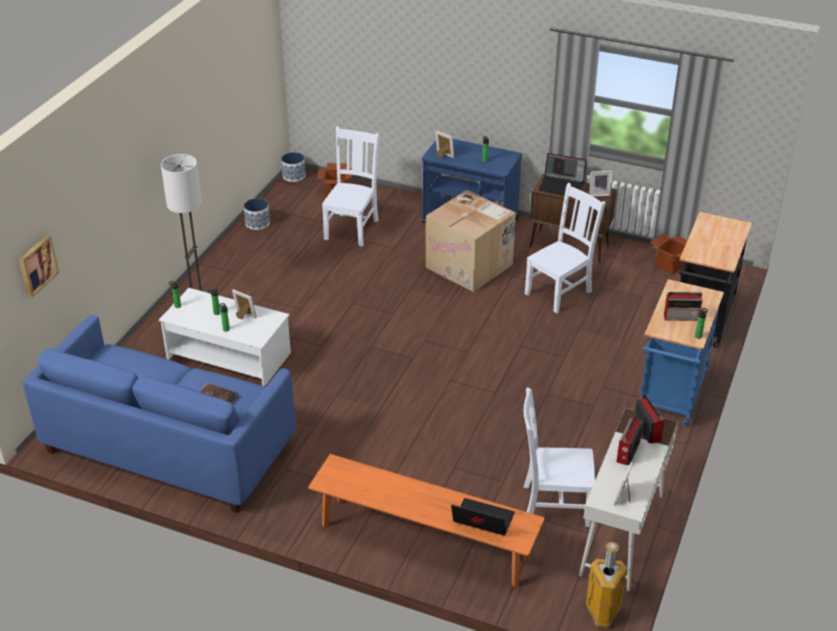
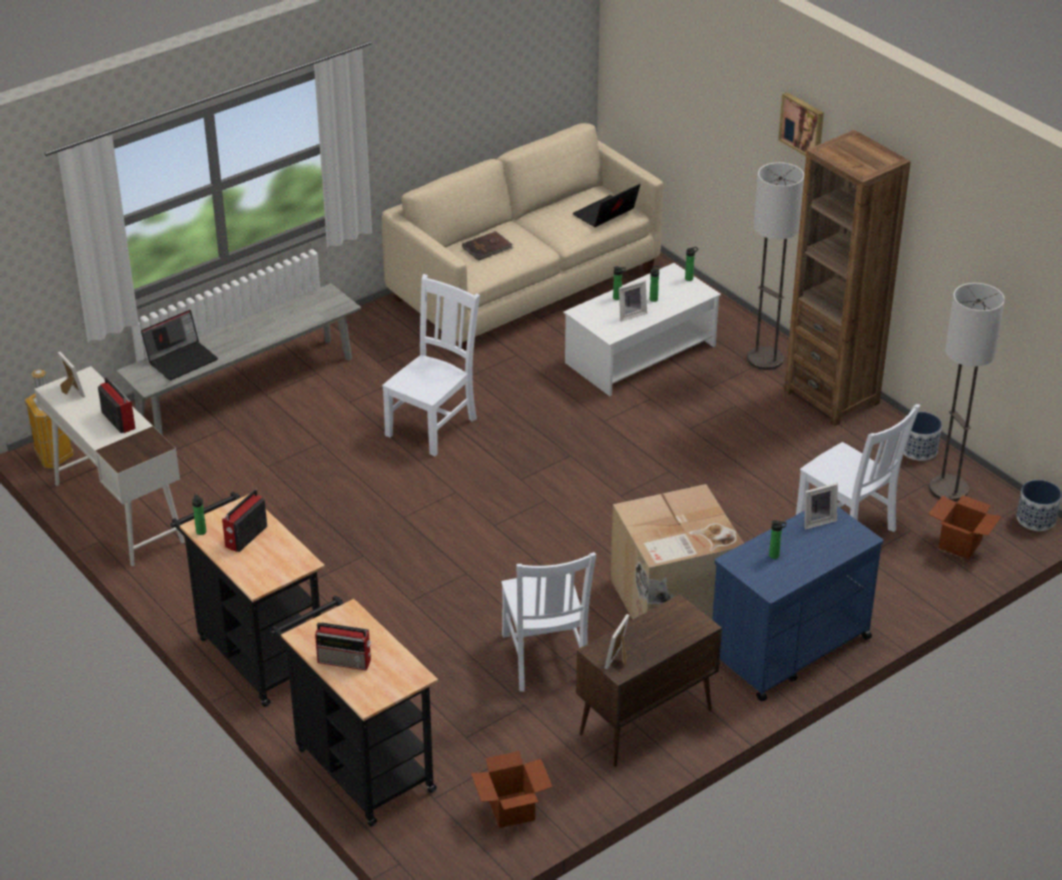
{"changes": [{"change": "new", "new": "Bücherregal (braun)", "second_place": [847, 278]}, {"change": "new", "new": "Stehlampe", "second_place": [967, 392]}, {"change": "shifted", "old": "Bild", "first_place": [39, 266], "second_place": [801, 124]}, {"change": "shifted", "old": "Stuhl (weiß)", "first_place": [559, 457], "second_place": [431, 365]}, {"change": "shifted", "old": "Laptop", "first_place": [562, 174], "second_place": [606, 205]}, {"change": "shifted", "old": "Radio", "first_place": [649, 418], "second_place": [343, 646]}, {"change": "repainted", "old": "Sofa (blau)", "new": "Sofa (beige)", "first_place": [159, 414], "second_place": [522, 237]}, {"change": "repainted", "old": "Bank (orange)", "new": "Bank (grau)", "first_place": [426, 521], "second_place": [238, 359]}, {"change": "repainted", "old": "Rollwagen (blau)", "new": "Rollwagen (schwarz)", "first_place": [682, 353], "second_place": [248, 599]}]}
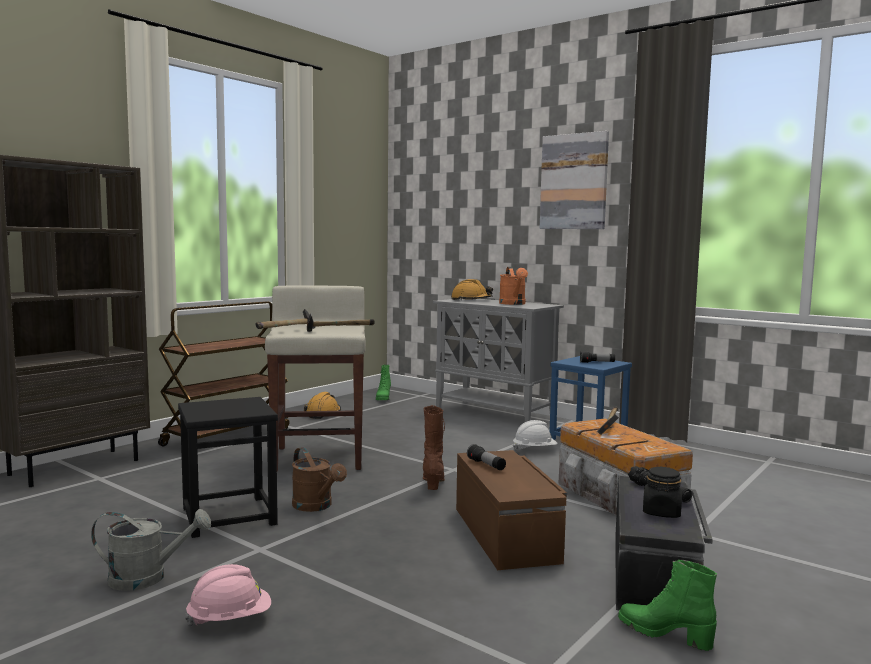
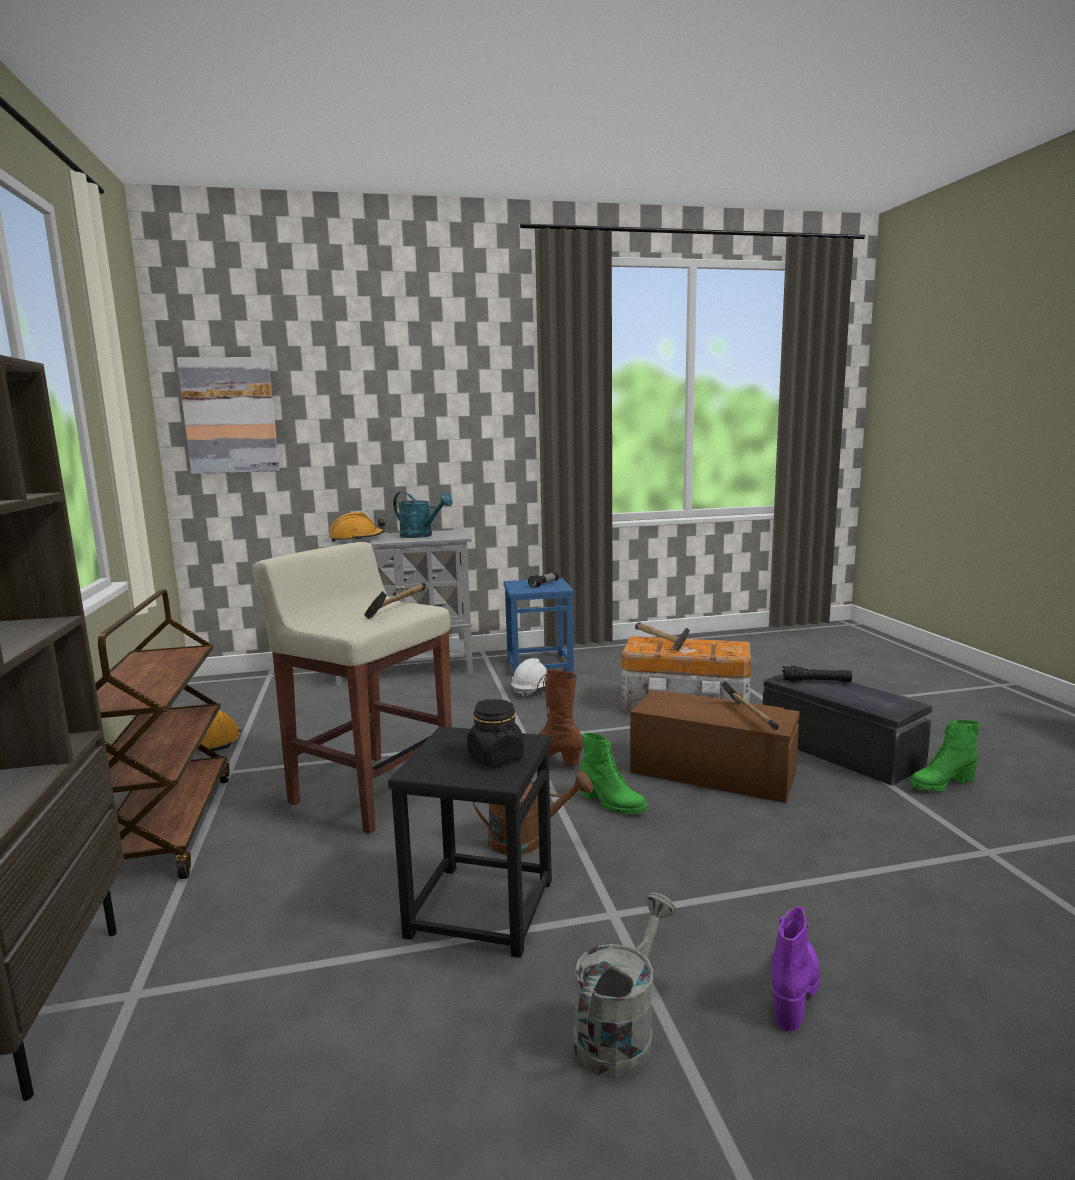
{"changes": [{"change": "gone", "old": "Taschenlampe", "first_place": [486, 457]}, {"change": "shifted", "old": "Hammer", "first_place": [285, 319], "second_place": [750, 705]}, {"change": "shifted", "old": "Stiefel (grün)", "first_place": [383, 382], "second_place": [613, 773]}, {"change": "shifted", "old": "Bild", "first_place": [574, 180], "second_place": [228, 415]}, {"change": "shifted", "old": "Vorratsglas (schwarz)", "first_place": [662, 492], "second_place": [495, 732]}, {"change": "swapped", "old": "Schutzhelm (rosa)", "new": "Stiefel (lila)", "first_place": [228, 595], "second_place": [795, 969]}, {"change": "repainted", "old": "Gießkanne (orange)", "new": "Gießkanne (türkis)", "first_place": [513, 286], "second_place": [423, 515]}]}
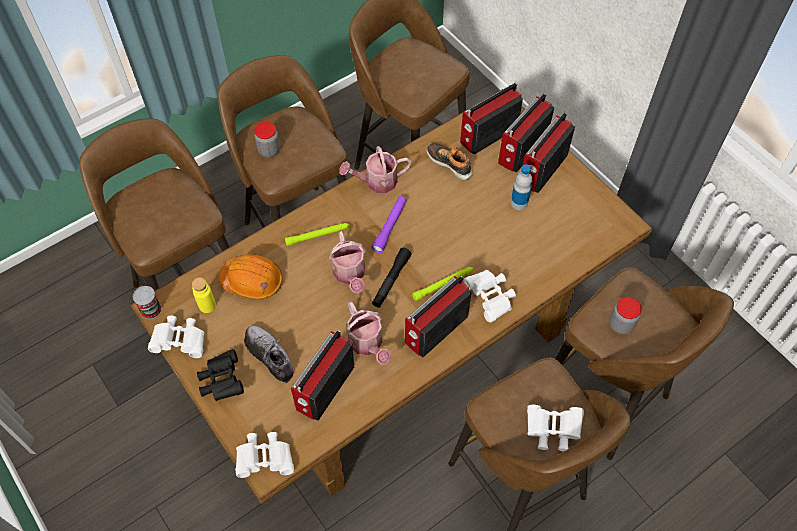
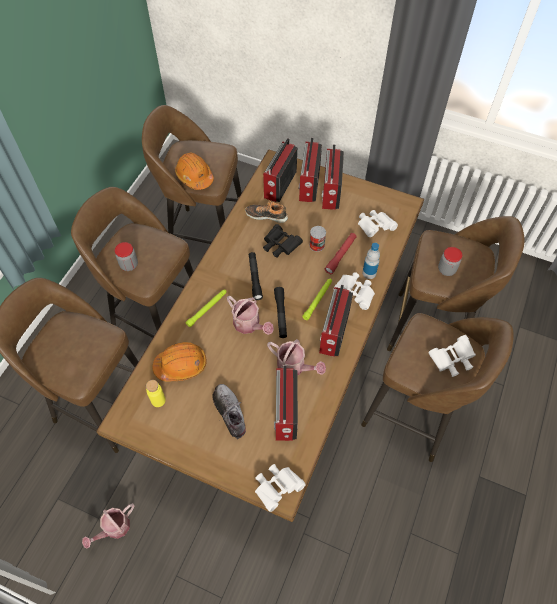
{"changes": [{"change": "new", "new": "Schutzhelm (orange)", "second_place": [194, 171]}, {"change": "new", "new": "Taschenlampe (rot)", "second_place": [340, 253]}, {"change": "shifted", "old": "Dose", "first_place": [147, 302], "second_place": [317, 239]}, {"change": "shifted", "old": "Fernglas (weiß)", "first_place": [176, 337], "second_place": [378, 223]}, {"change": "shifted", "old": "Fernglas (schwarz)", "first_place": [220, 375], "second_place": [283, 241]}, {"change": "shifted", "old": "Gießkanne", "first_place": [375, 169], "second_place": [108, 526]}, {"change": "shifted", "old": "Flasche", "first_place": [521, 187], "second_place": [371, 261]}, {"change": "repainted", "old": "Taschenlampe (lila)", "new": "Taschenlampe (schwarz)", "first_place": [389, 224], "second_place": [256, 276]}, {"change": "rotated", "old": "Schuh", "first_place": [269, 354], "second_place": [229, 412], "degrees": 45}]}
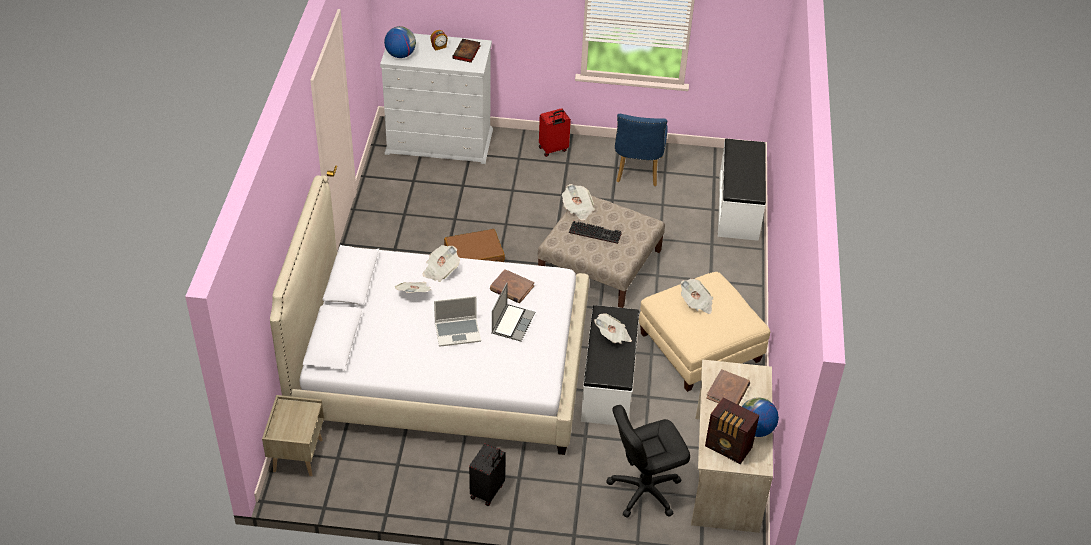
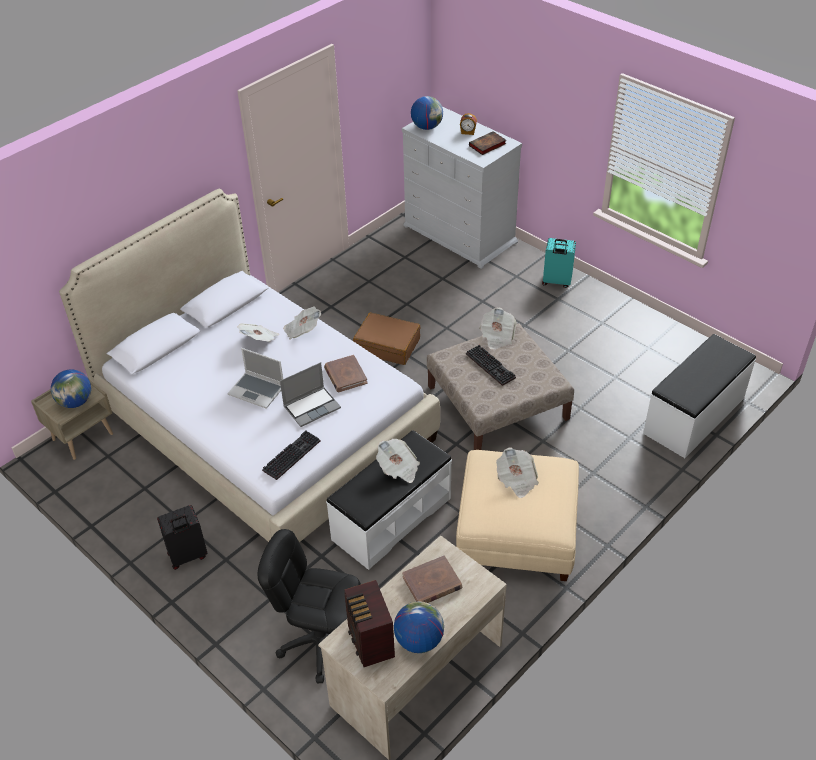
{"changes": [{"change": "gone", "old": "Stuhl (blau)", "first_place": [641, 150]}, {"change": "new", "new": "Globus", "second_place": [71, 388]}, {"change": "new", "new": "Tastatur", "second_place": [291, 455]}, {"change": "repainted", "old": "Koffer (rot)", "new": "Koffer (türkis)", "first_place": [555, 132], "second_place": [559, 263]}]}
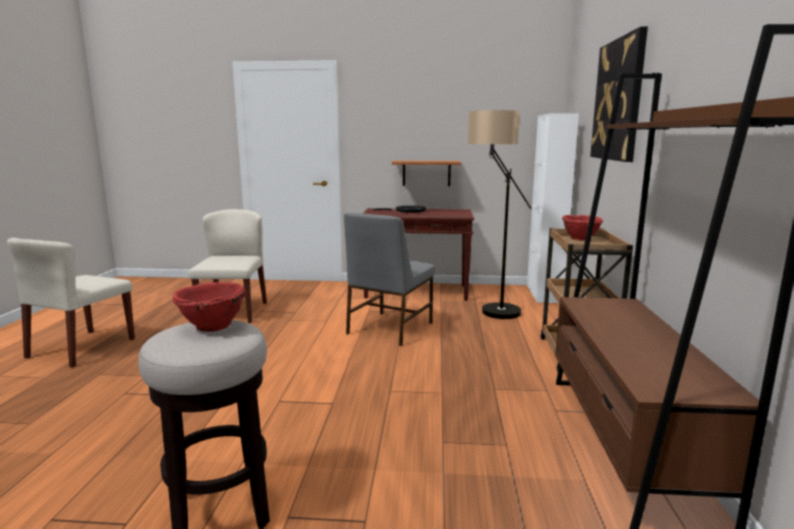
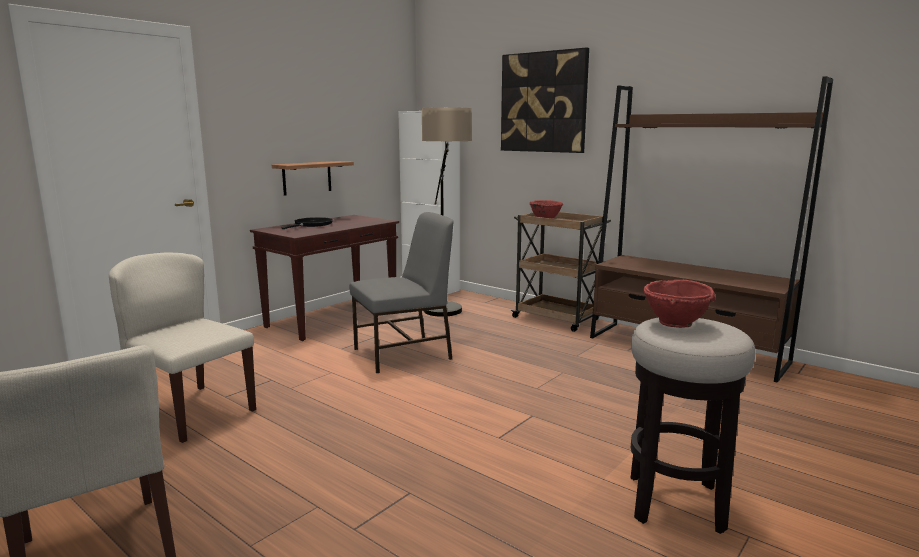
{"changes": [{"change": "rotated", "old": "Stuhl (grau)", "first_place": [389, 279], "second_place": [401, 292], "degrees": -90}]}
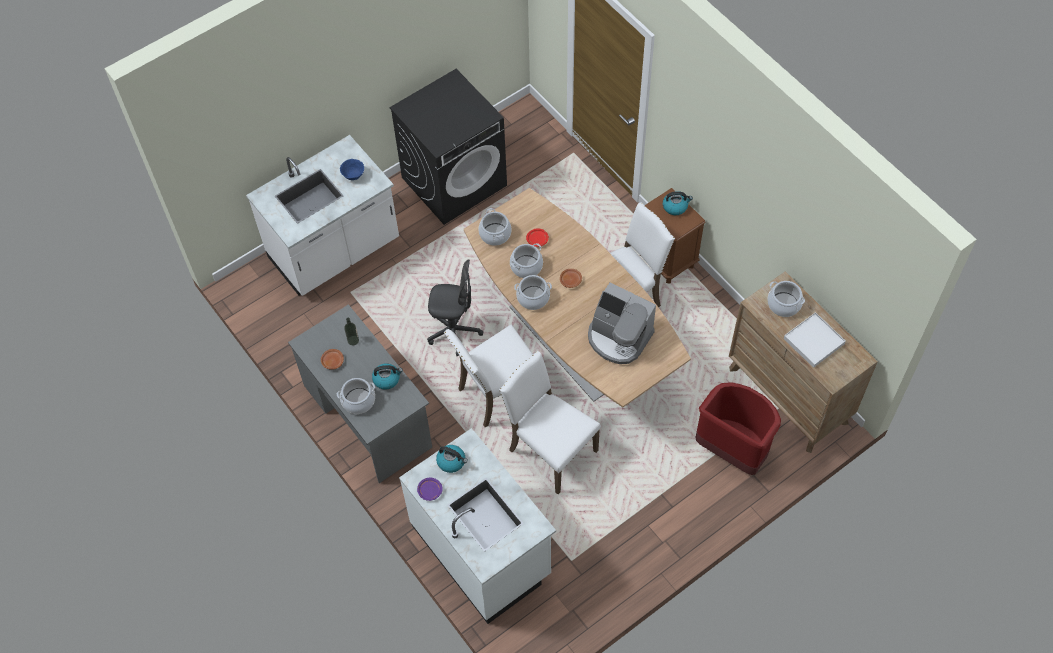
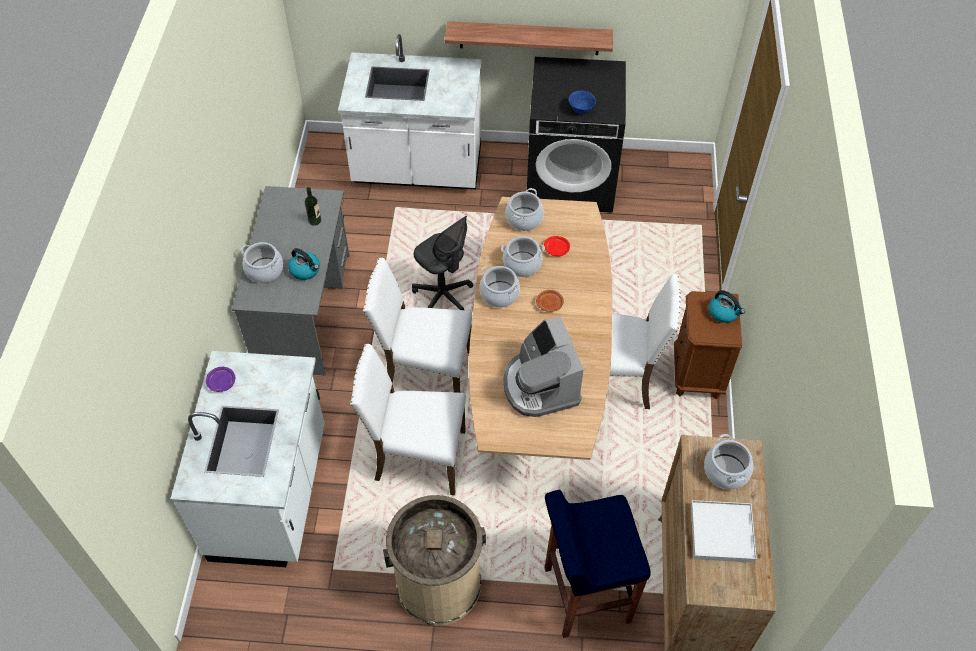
{"changes": [{"change": "gone", "old": "Teller (braun)", "first_place": [332, 359]}, {"change": "gone", "old": "Wasserkessel", "first_place": [452, 459]}, {"change": "new", "new": "Mülleimer (beige)", "second_place": [434, 560]}, {"change": "new", "new": "Wandregal", "second_place": [529, 38]}, {"change": "shifted", "old": "Schüssel (blau)", "first_place": [352, 169], "second_place": [582, 102]}, {"change": "swapped", "old": "Mülleimer (rot)", "new": "Hocker (blau)", "first_place": [738, 428], "second_place": [598, 564]}, {"change": "rotated", "old": "Stuhl (weiß)", "first_place": [550, 422], "second_place": [408, 419], "degrees": -75}]}
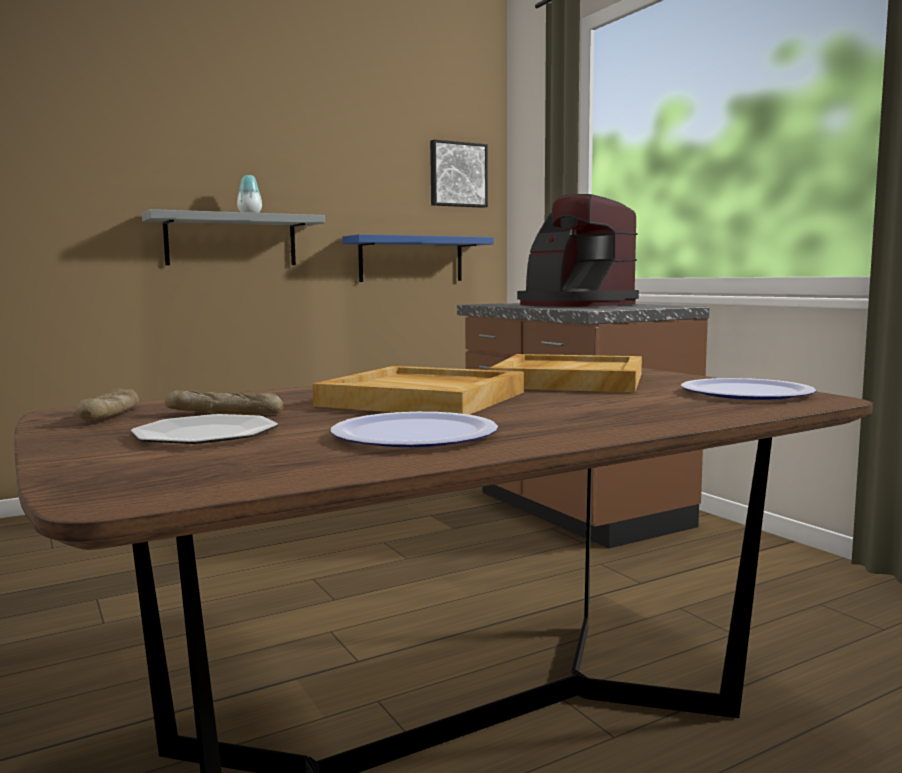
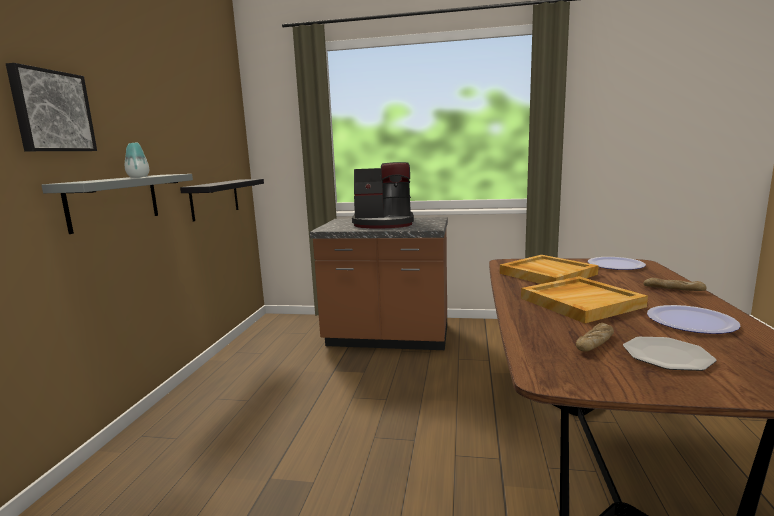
{"changes": [{"change": "shifted", "old": "Brot", "first_place": [107, 404], "second_place": [675, 284]}, {"change": "shifted", "old": "Bild", "first_place": [459, 174], "second_place": [51, 107]}, {"change": "repainted", "old": "Wandregal (blau)", "new": "Wandregal (schwarz)", "first_place": [418, 258], "second_place": [222, 200]}]}
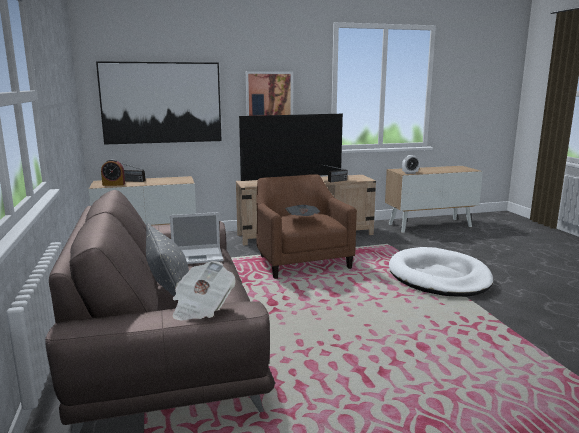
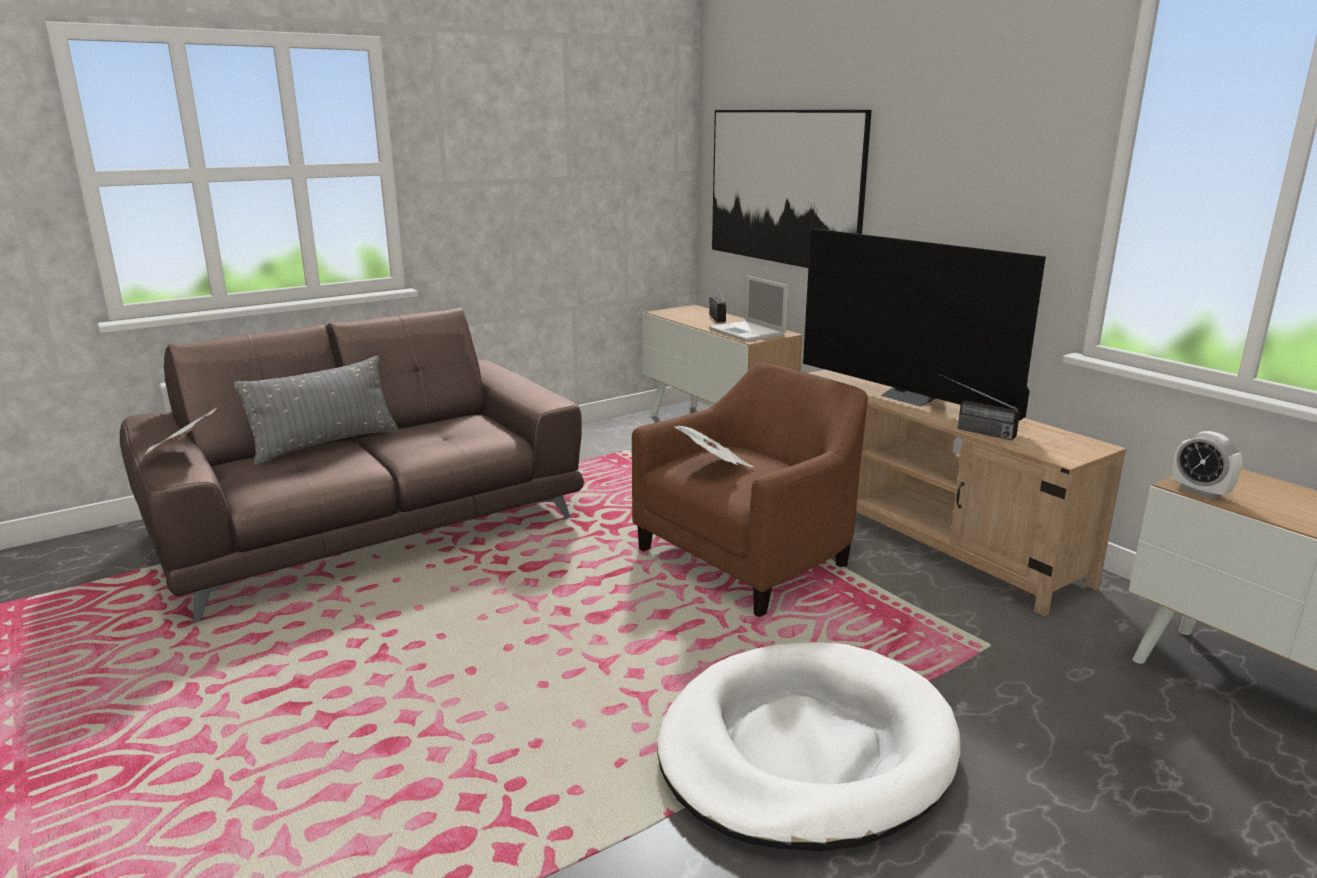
{"changes": [{"change": "gone", "old": "Wecker", "first_place": [113, 172]}, {"change": "gone", "old": "Bild", "first_place": [269, 93]}, {"change": "shifted", "old": "Laptop", "first_place": [196, 238], "second_place": [748, 308]}]}
